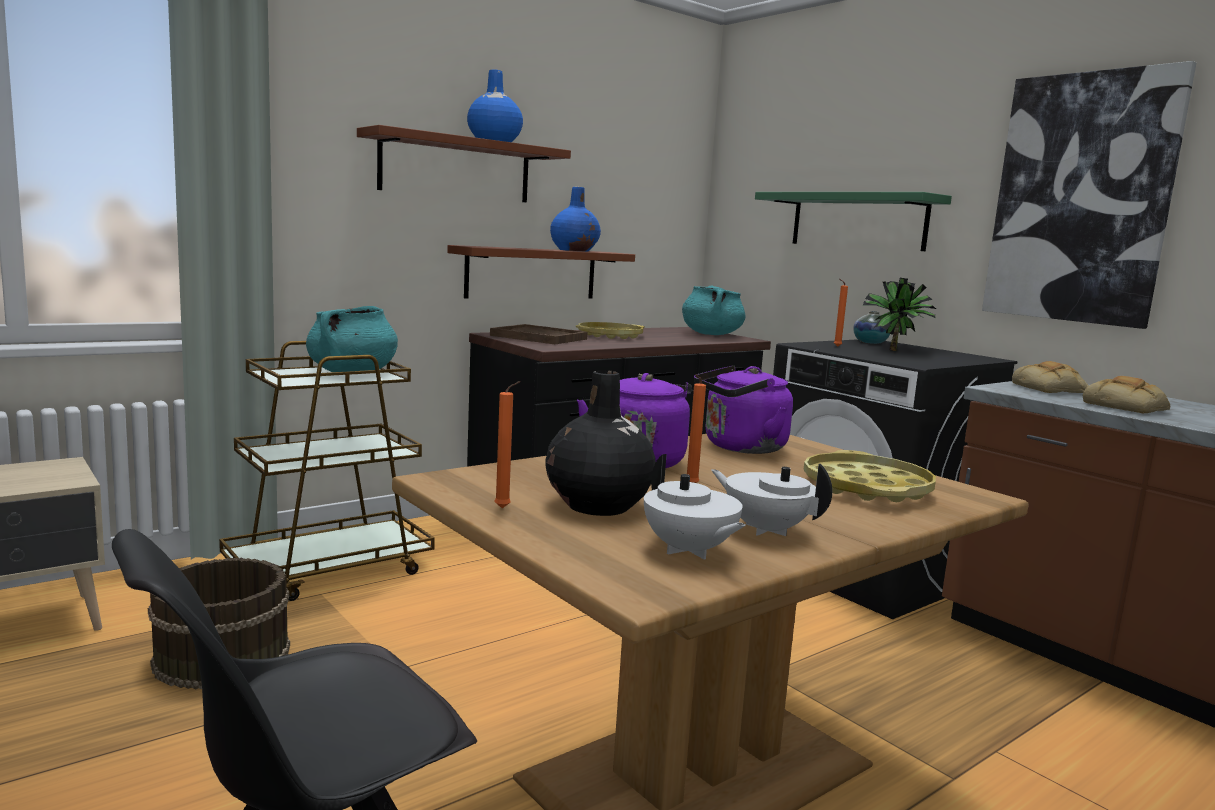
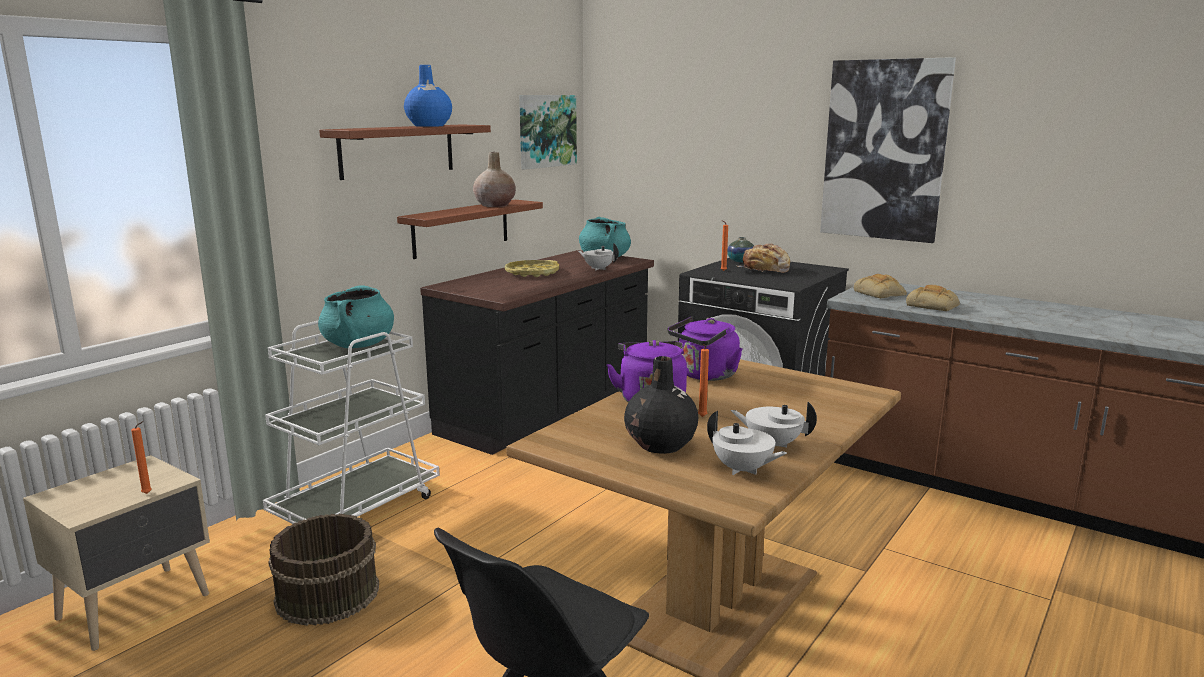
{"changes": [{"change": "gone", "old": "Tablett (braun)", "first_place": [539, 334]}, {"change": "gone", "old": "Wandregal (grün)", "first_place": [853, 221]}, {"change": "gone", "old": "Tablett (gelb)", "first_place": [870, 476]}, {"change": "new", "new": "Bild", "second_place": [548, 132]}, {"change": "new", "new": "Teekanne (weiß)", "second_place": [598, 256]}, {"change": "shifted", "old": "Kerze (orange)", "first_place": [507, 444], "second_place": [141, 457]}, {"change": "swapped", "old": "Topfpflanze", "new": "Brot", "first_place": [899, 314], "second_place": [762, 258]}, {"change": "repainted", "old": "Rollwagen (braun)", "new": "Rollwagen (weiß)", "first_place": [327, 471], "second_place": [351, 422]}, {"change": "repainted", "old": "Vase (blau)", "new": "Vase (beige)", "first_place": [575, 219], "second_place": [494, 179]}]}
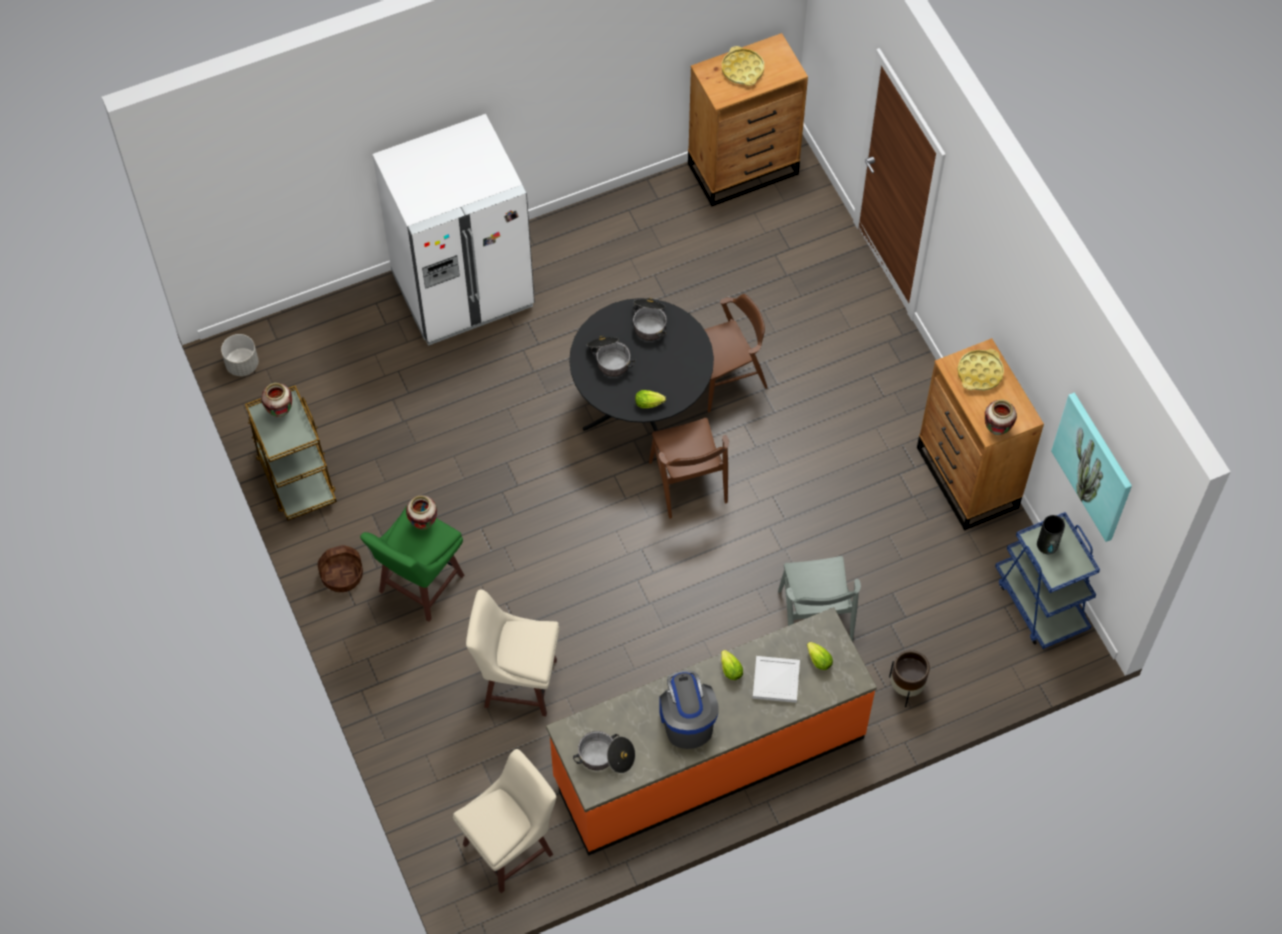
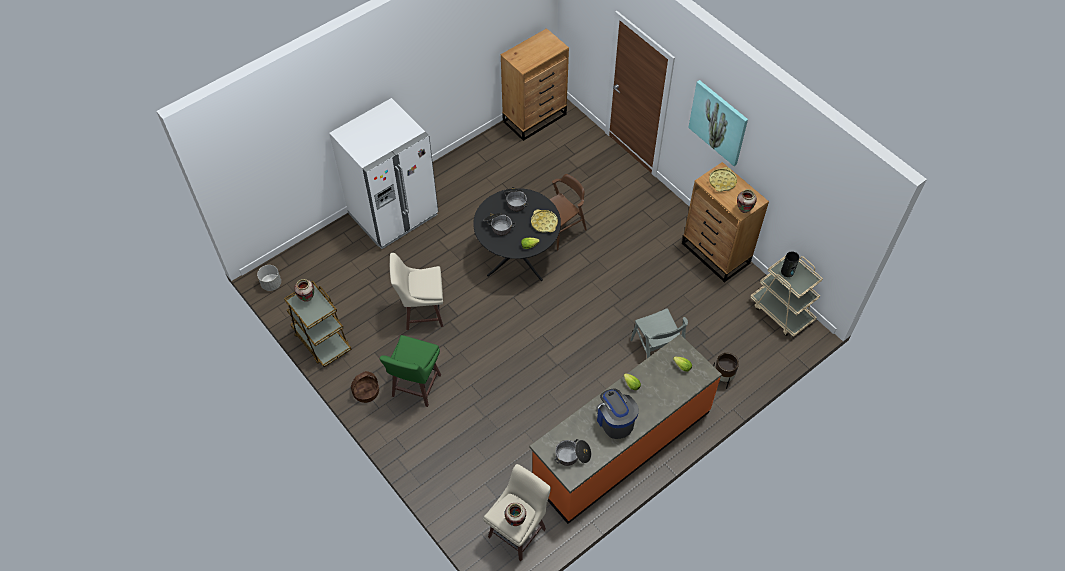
{"changes": [{"change": "gone", "old": "Stuhl (braun)", "first_place": [689, 468]}, {"change": "gone", "old": "Tablett (weiß)", "first_place": [776, 679]}, {"change": "shifted", "old": "Vase", "first_place": [421, 512], "second_place": [515, 514]}, {"change": "shifted", "old": "Hocker (beige)", "first_place": [512, 653], "second_place": [416, 291]}, {"change": "shifted", "old": "Tablett (gelb)", "first_place": [743, 66], "second_place": [544, 221]}, {"change": "shifted", "old": "Bild", "first_place": [1091, 467], "second_place": [718, 123]}, {"change": "repainted", "old": "Rollwagen (blau)", "new": "Rollwagen (beige)", "first_place": [1047, 580], "second_place": [786, 296]}]}
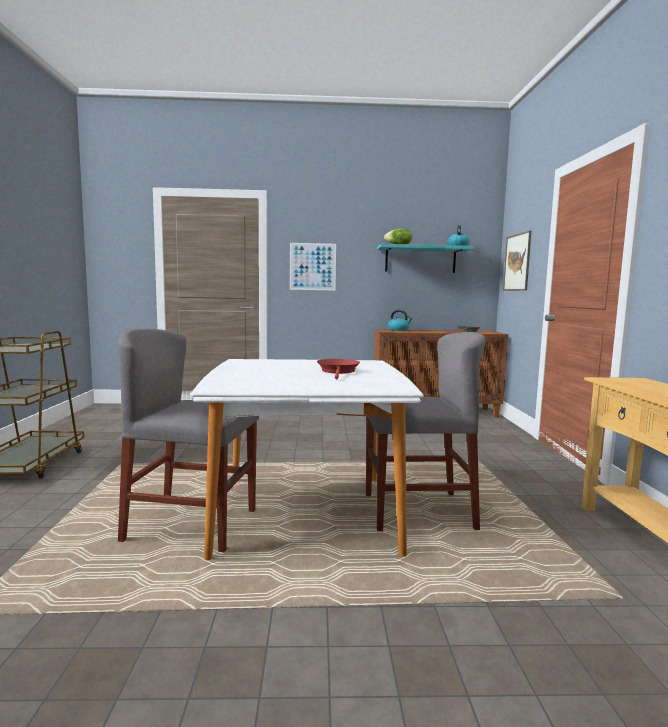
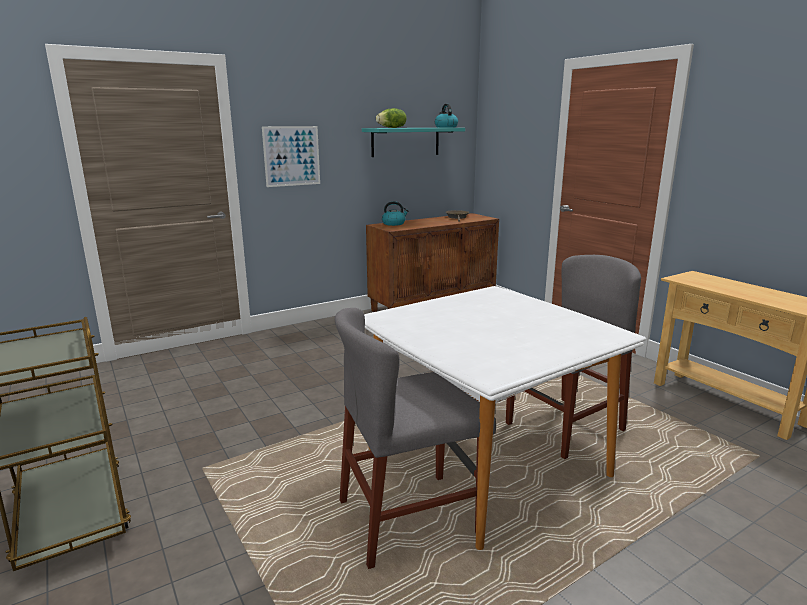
{"changes": [{"change": "gone", "old": "Pfanne (rot)", "first_place": [338, 369]}, {"change": "gone", "old": "Bild", "first_place": [517, 261]}]}
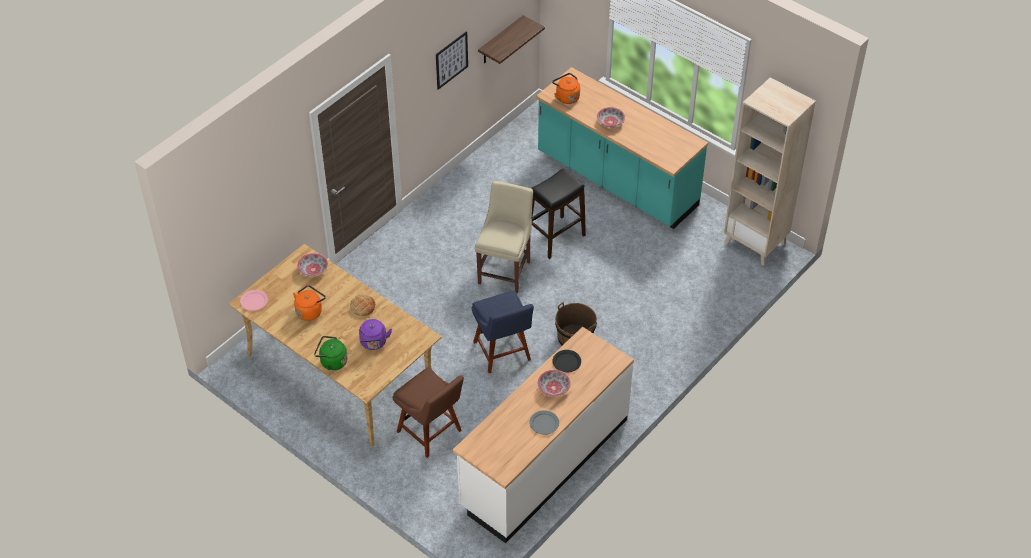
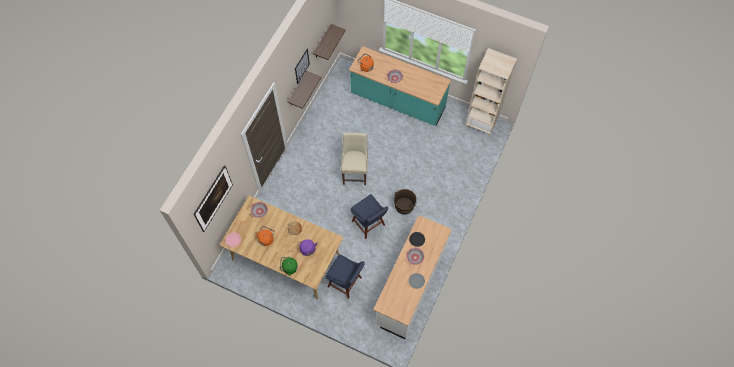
{"changes": [{"change": "gone", "old": "Hocker (schwarz)", "first_place": [558, 214]}, {"change": "new", "new": "Bild", "second_place": [213, 198]}, {"change": "new", "new": "Wandregal", "second_place": [305, 90]}, {"change": "repainted", "old": "Stuhl (braun)", "new": "Stuhl (blau)", "first_place": [428, 412], "second_place": [345, 276]}]}
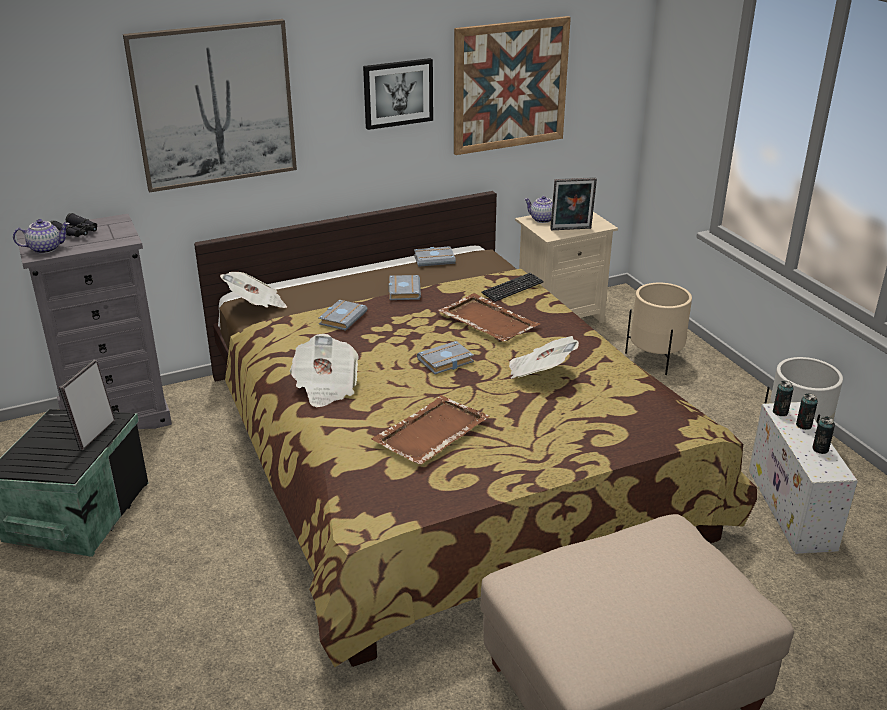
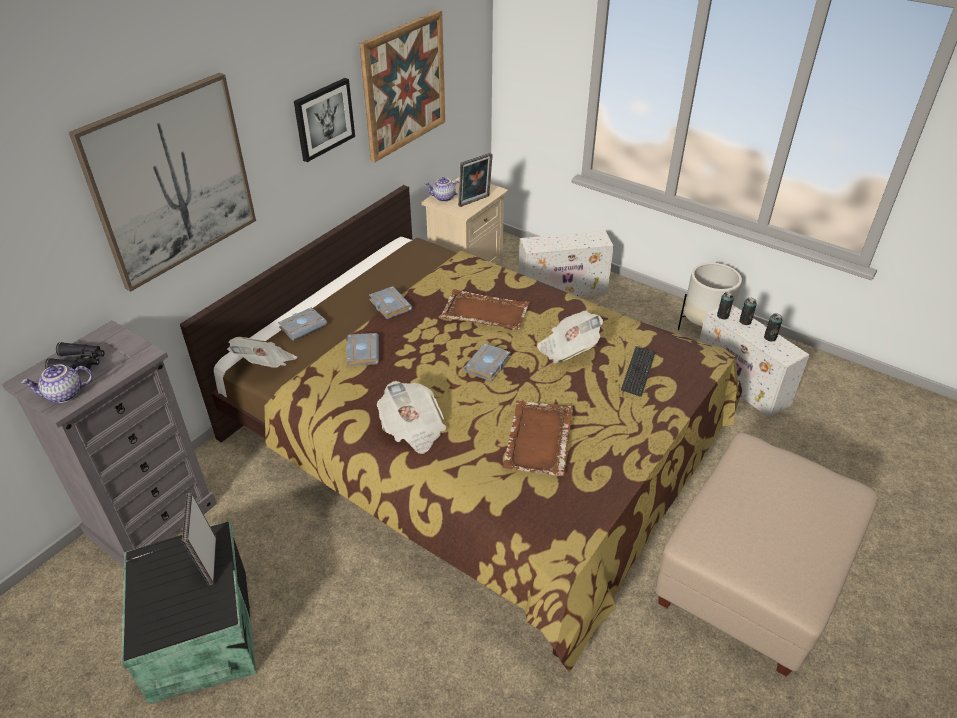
{"changes": [{"change": "shifted", "old": "Buch (grau)", "first_place": [435, 256], "second_place": [302, 324]}, {"change": "shifted", "old": "Tastatur", "first_place": [513, 287], "second_place": [638, 372]}, {"change": "swapped", "old": "Pflanzkübel (beige)", "new": "Aufbewahrungsbox (weiß)", "first_place": [658, 329], "second_place": [566, 264]}, {"change": "rotated", "old": "Teekanne", "first_place": [41, 236], "second_place": [56, 383], "degrees": -150}]}
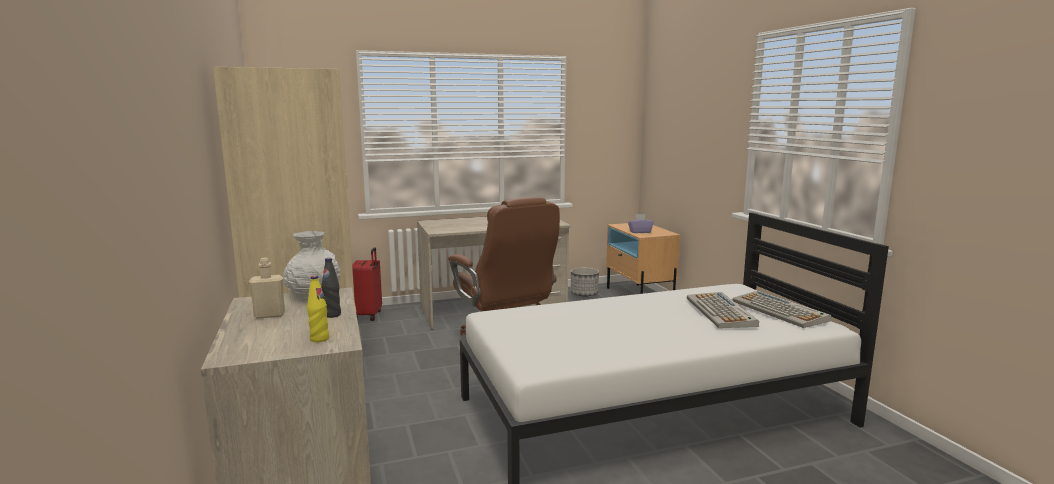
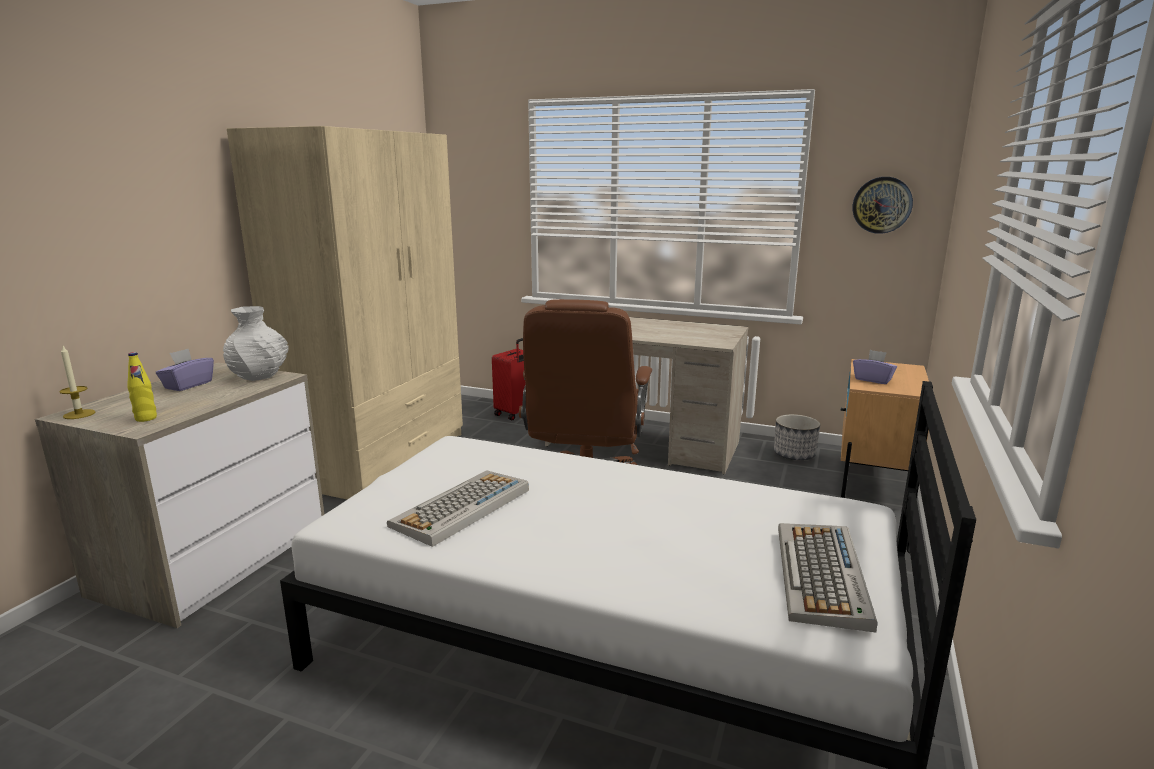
{"changes": [{"change": "gone", "old": "Flasche (schwarz)", "first_place": [331, 288]}, {"change": "new", "new": "Kerze", "second_place": [77, 382]}, {"change": "new", "new": "Wanduhr", "second_place": [883, 205]}, {"change": "shifted", "old": "Tastatur", "first_place": [723, 310], "second_place": [458, 508]}, {"change": "swapped", "old": "Flasche (beige)", "new": "Taschentuchbox (lila)", "first_place": [267, 288], "second_place": [185, 369]}]}
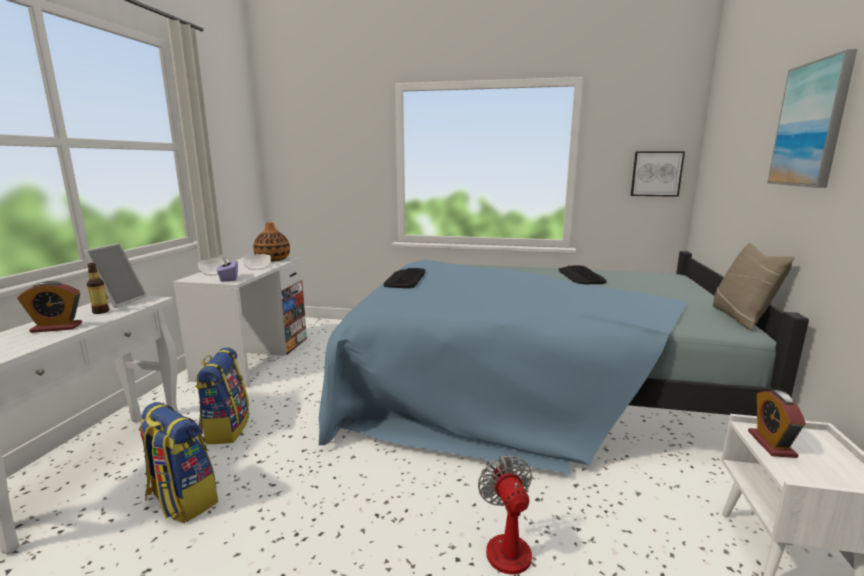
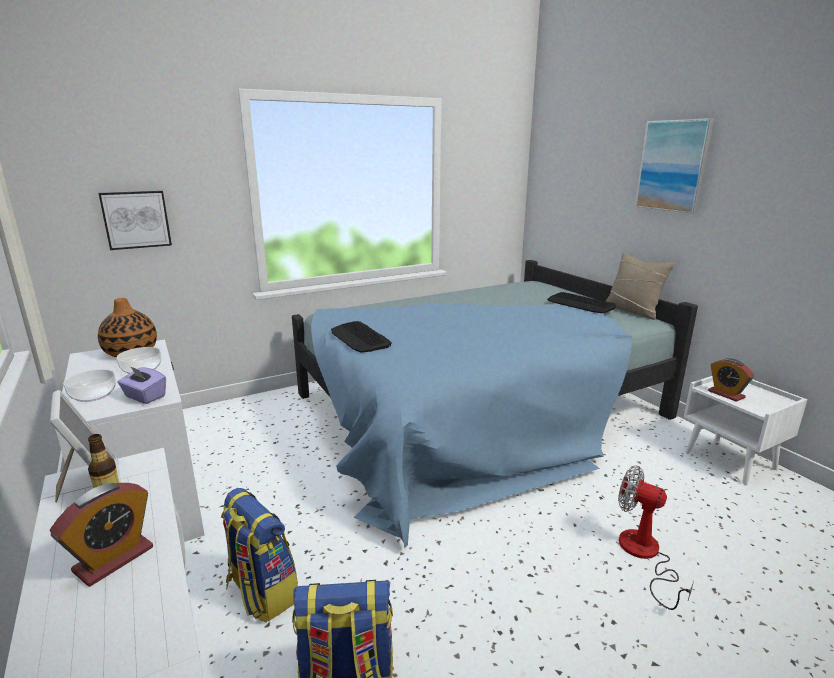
{"changes": [{"change": "shifted", "old": "Tastatur", "first_place": [583, 274], "second_place": [581, 302]}, {"change": "shifted", "old": "Bild", "first_place": [658, 174], "second_place": [135, 220]}]}
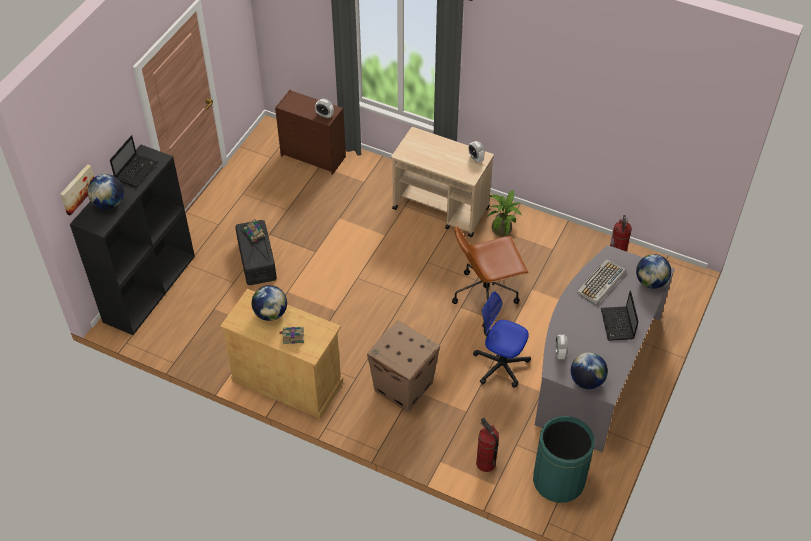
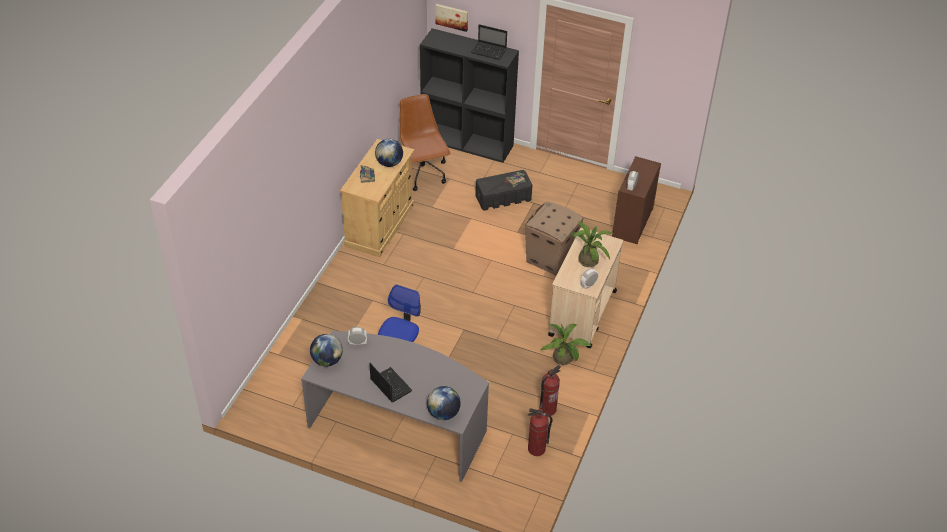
{"changes": [{"change": "gone", "old": "Globus", "first_place": [105, 191]}, {"change": "gone", "old": "Mülleimer (grün)", "first_place": [564, 459]}, {"change": "gone", "old": "Tastatur", "first_place": [601, 282]}, {"change": "new", "new": "Topfpflanze", "second_place": [591, 244]}, {"change": "shifted", "old": "Karton", "first_place": [403, 366], "second_place": [554, 238]}, {"change": "shifted", "old": "Bürostuhl (braun)", "first_place": [490, 265], "second_place": [425, 142]}, {"change": "shifted", "old": "Feuerlöscher", "first_place": [487, 444], "second_place": [550, 390]}, {"change": "rotated", "old": "Laptop", "first_place": [619, 315], "second_place": [390, 382], "degrees": 60}]}
